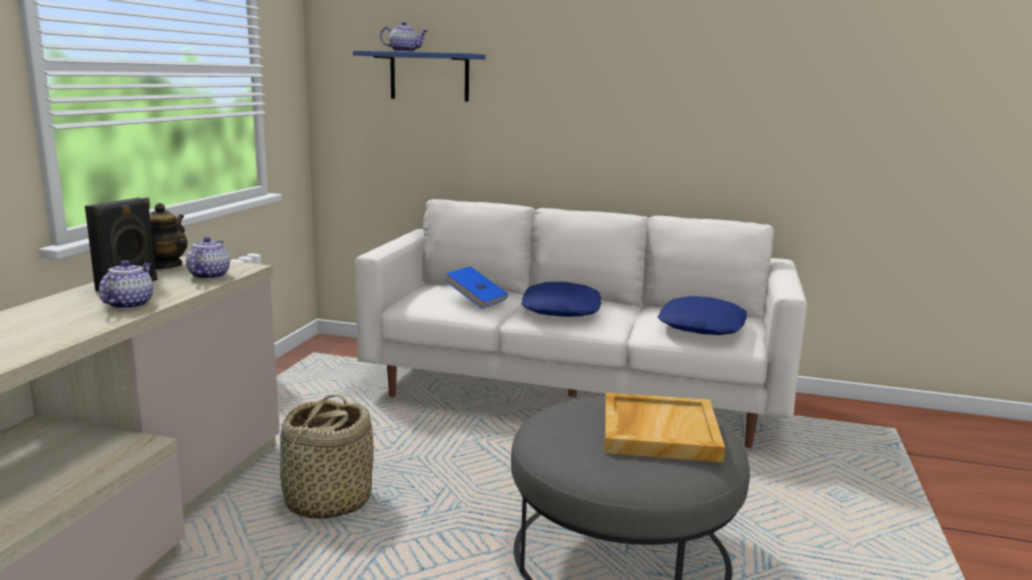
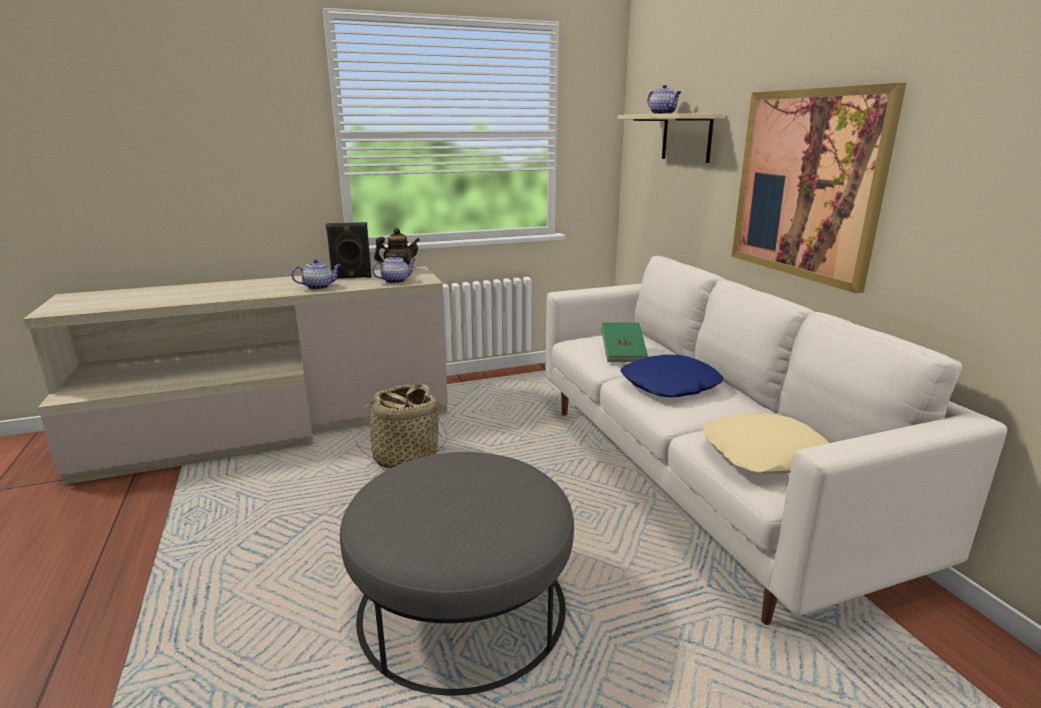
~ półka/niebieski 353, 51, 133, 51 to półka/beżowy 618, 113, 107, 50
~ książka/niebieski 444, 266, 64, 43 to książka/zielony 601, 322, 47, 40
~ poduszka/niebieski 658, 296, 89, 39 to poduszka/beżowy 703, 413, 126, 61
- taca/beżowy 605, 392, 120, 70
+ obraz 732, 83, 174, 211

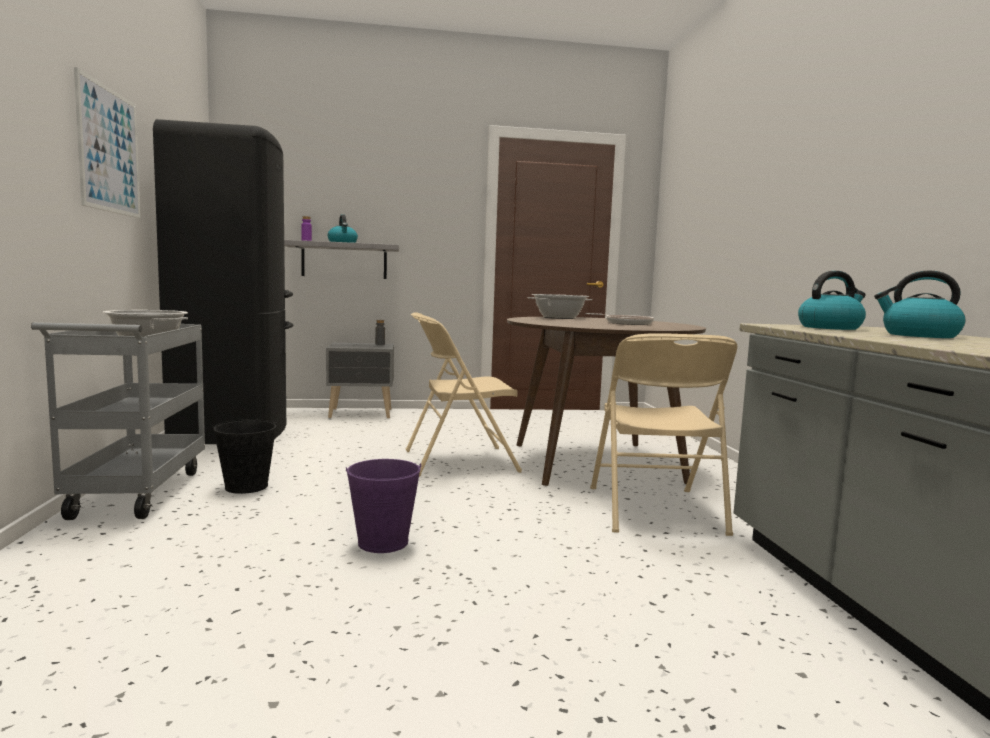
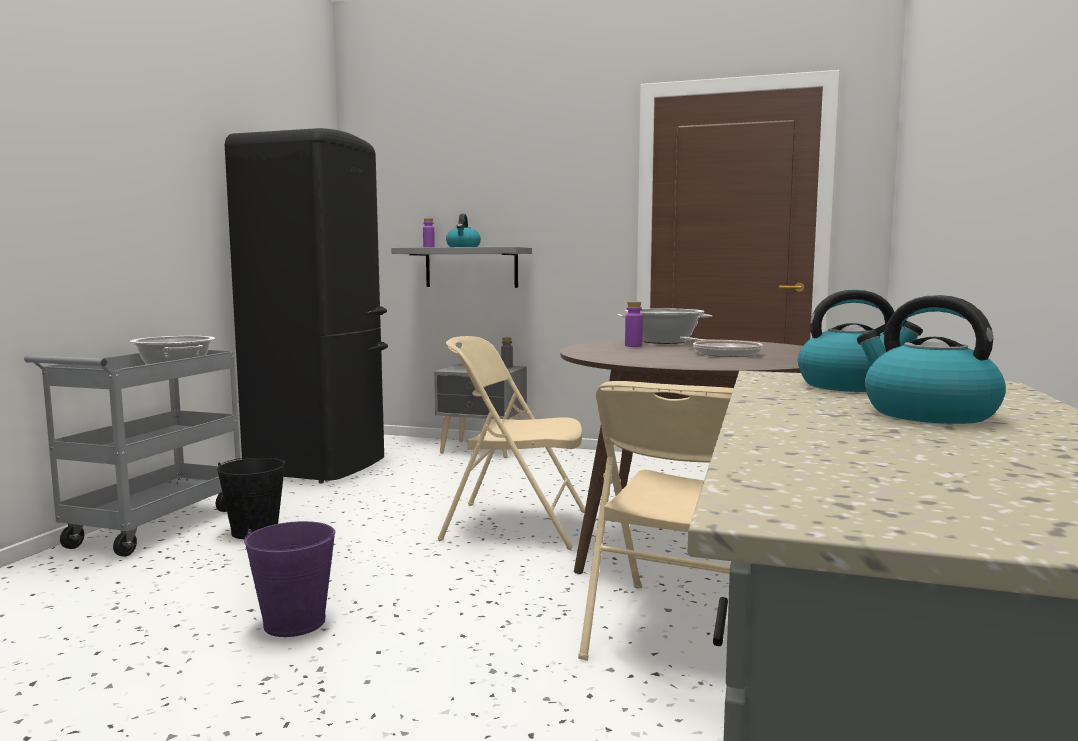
- obraz 74, 67, 66, 151
+ butelka/fioletowy 625, 302, 18, 45

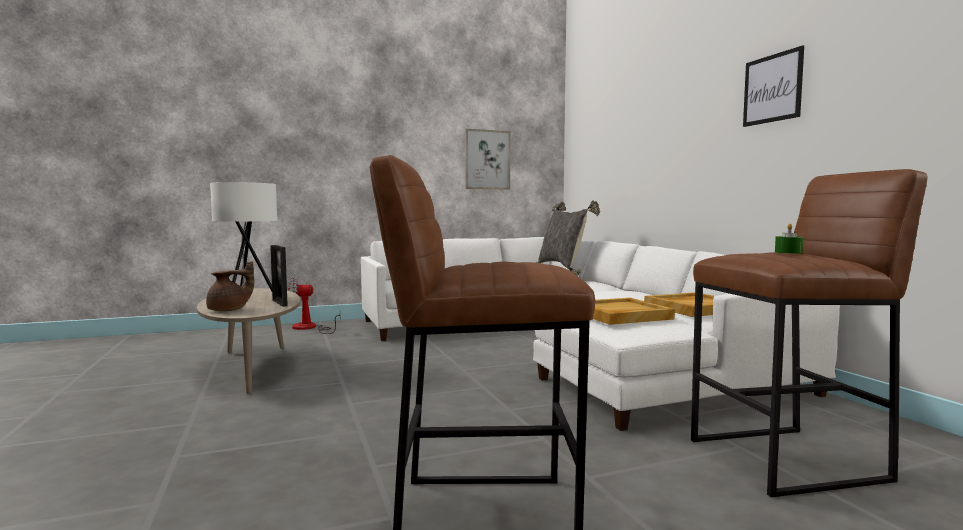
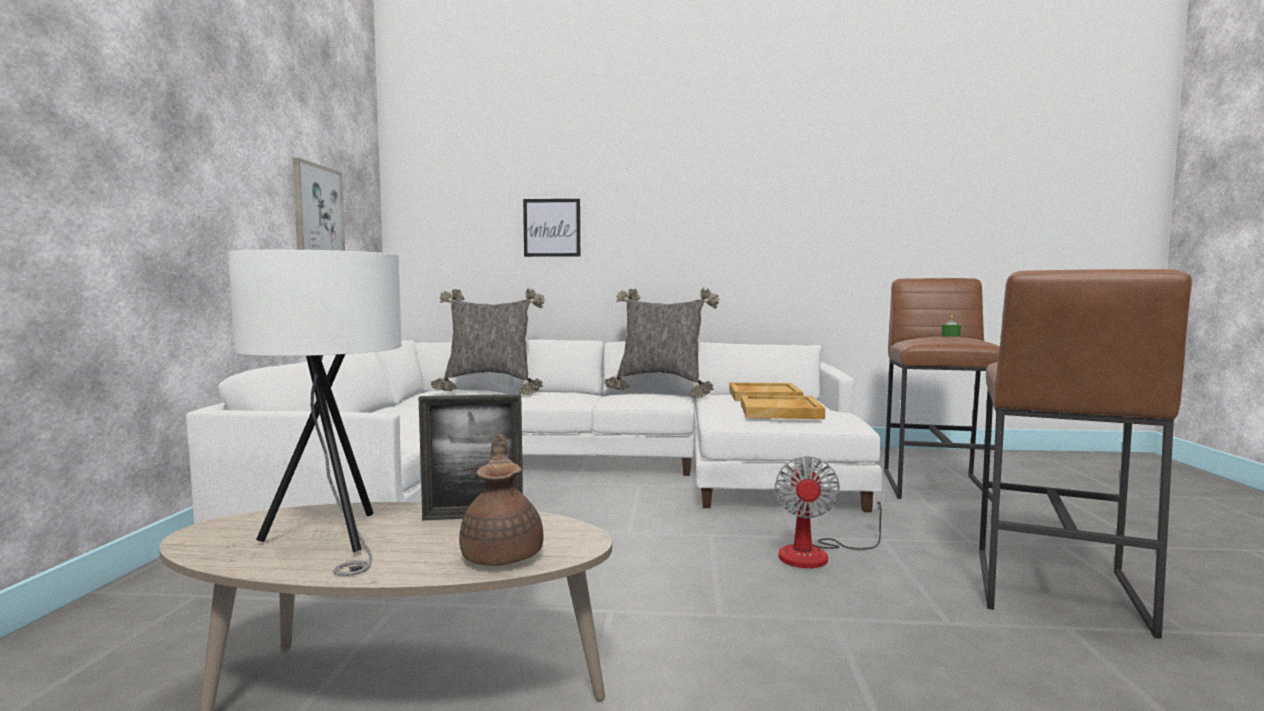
~ obraz 743, 45, 61, 82 to 523, 199, 57, 58
~ wentylator 288, 277, 52, 57 to 775, 456, 110, 112
+ poduszka 604, 288, 116, 111

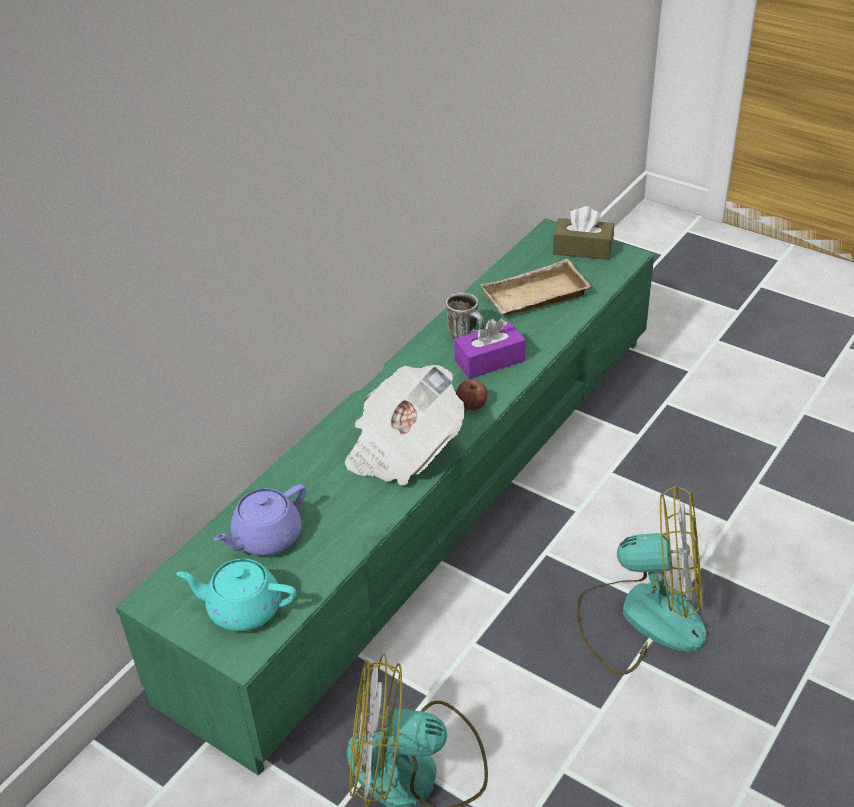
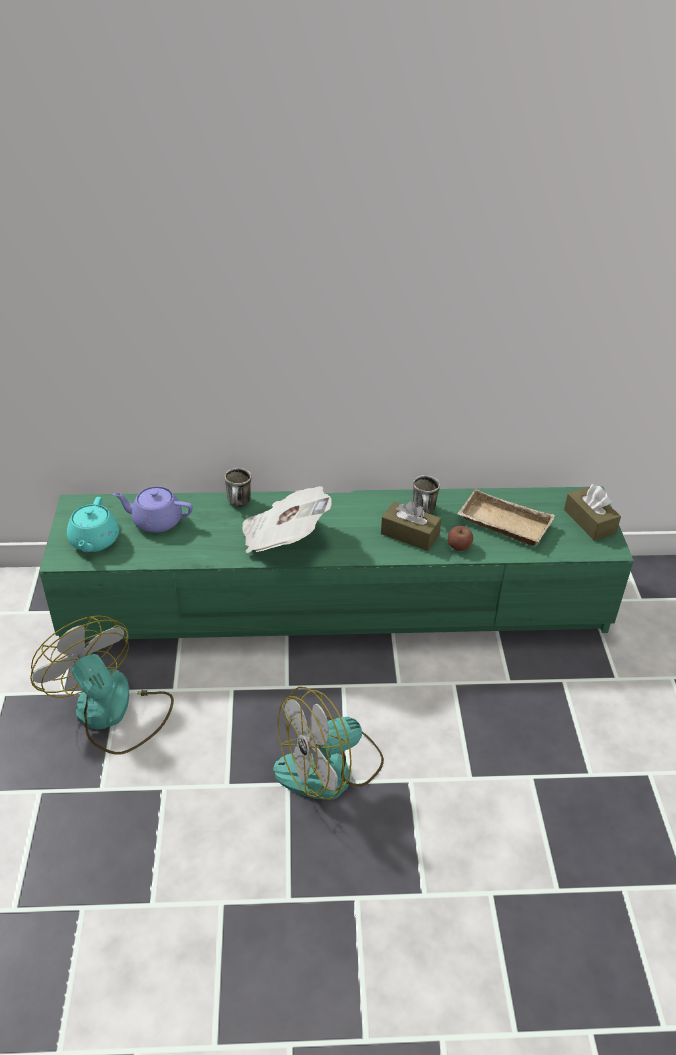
~ pudełko chusteczek/fioletowy 454, 318, 72, 61 to pudełko chusteczek/brązowy 381, 501, 61, 50
~ jabłko 456, 379, 31, 32 to 448, 526, 25, 25
~ wentylator 576, 486, 131, 189 = 273, 687, 111, 113 90 degrees clockwise
~ imbryk/turkusowy 176, 559, 120, 72 = 67, 497, 52, 55 150 degrees counterclockwise
+ kubek 225, 468, 27, 39

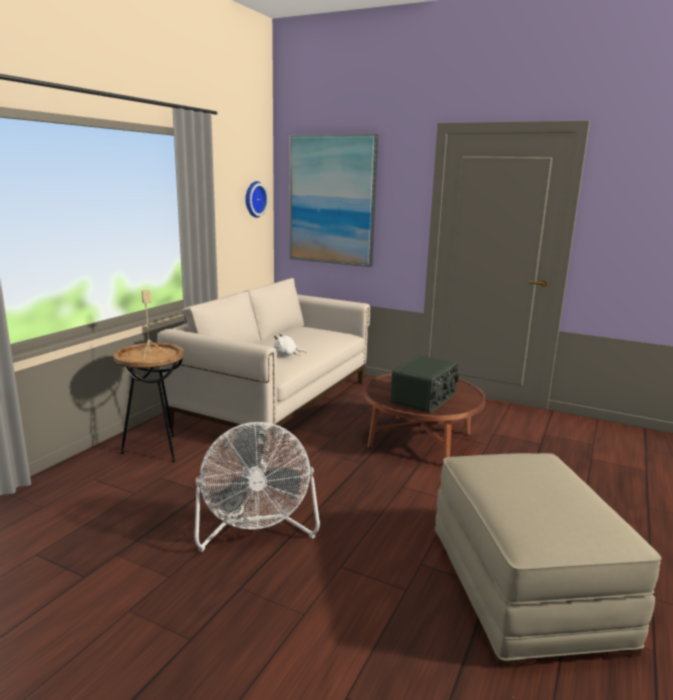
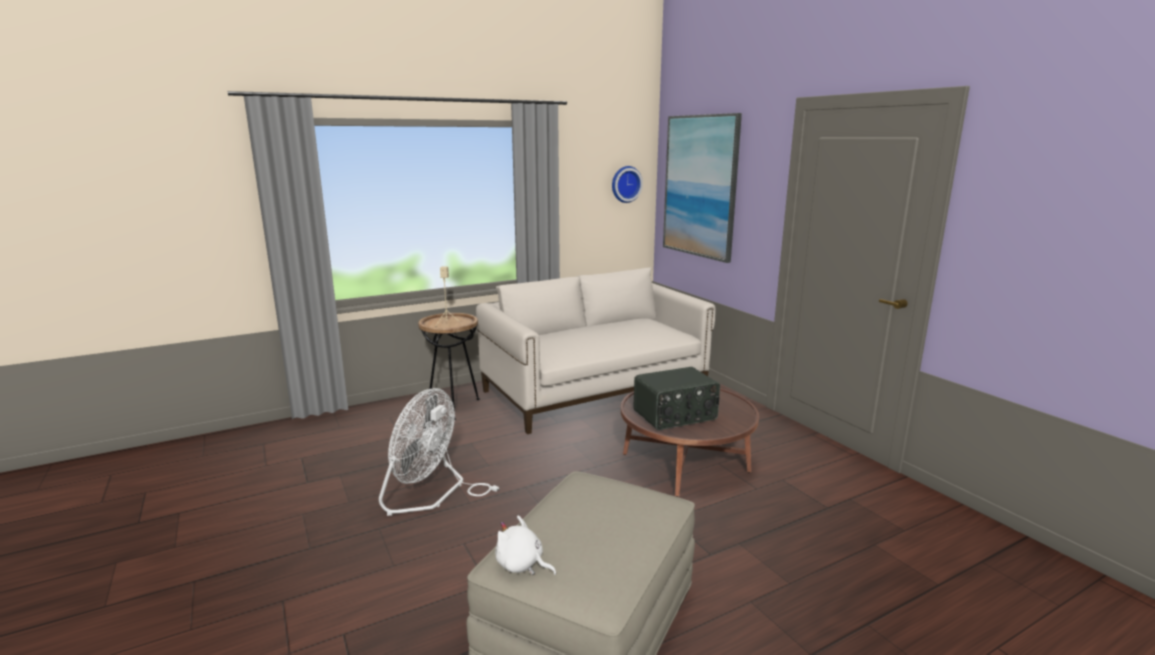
~ pluszak/biały 273, 333, 33, 23 to 495, 515, 61, 60
~ wentylator/biały 194, 422, 126, 130 = 379, 388, 121, 128 90 degrees clockwise

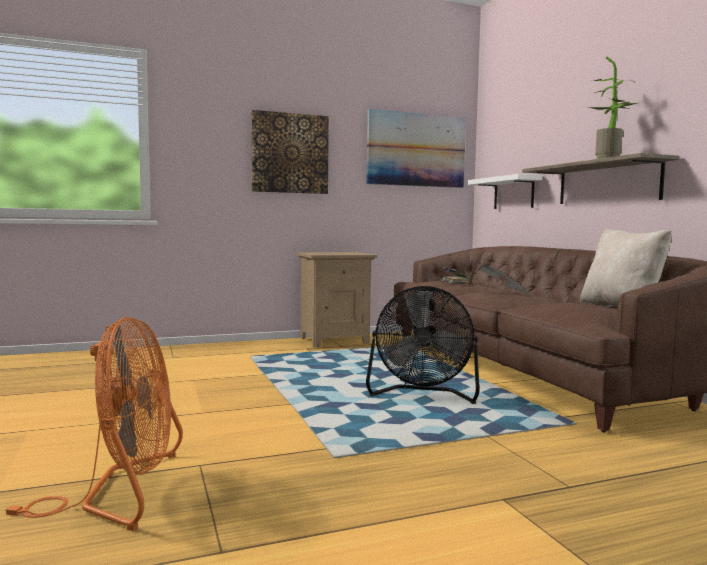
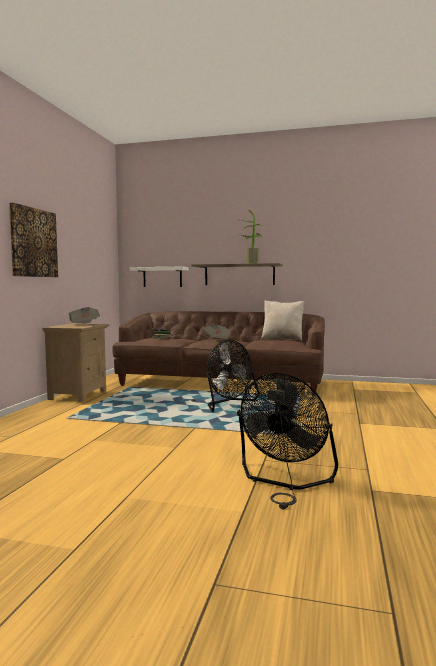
- obraz 366, 109, 100, 79
~ wentylator/pomarańczowy 6, 317, 177, 214 to wentylator/czarny 237, 373, 101, 137
+ gazeta 69, 307, 31, 17

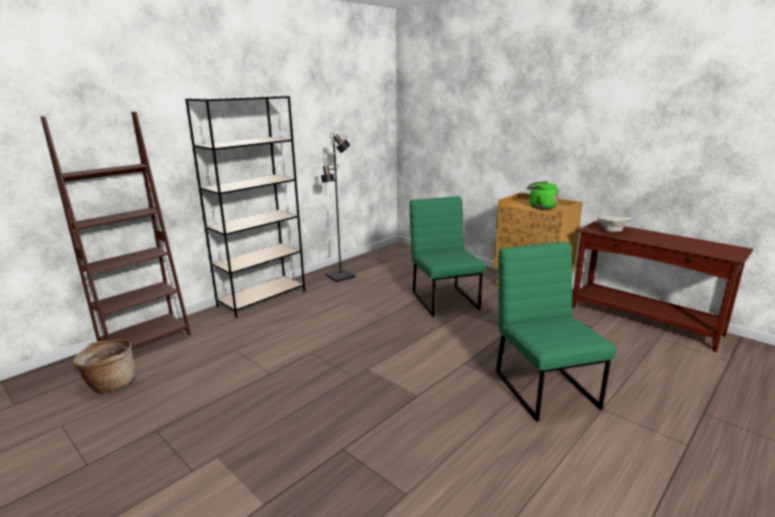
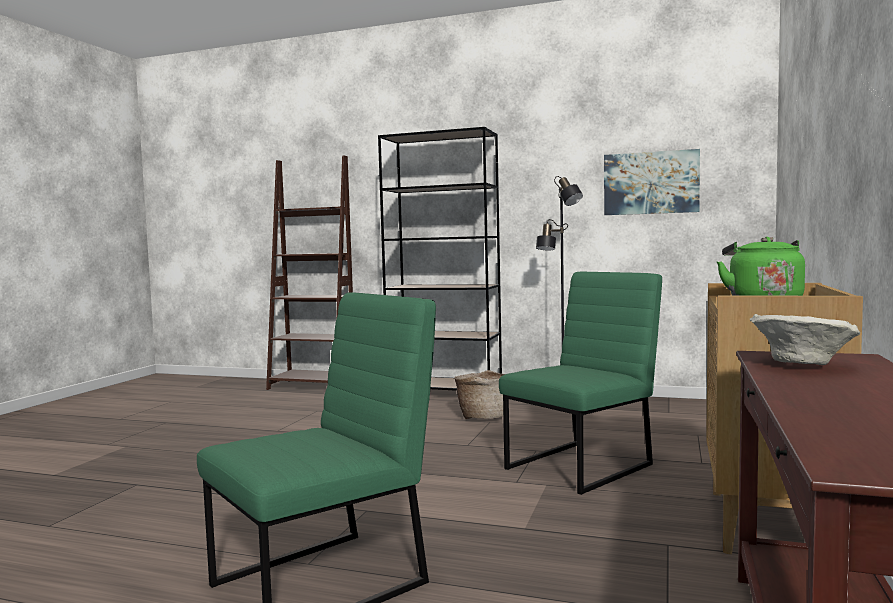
~ koszyk 73, 339, 63, 55 to 454, 370, 51, 49
+ obraz 604, 149, 96, 66

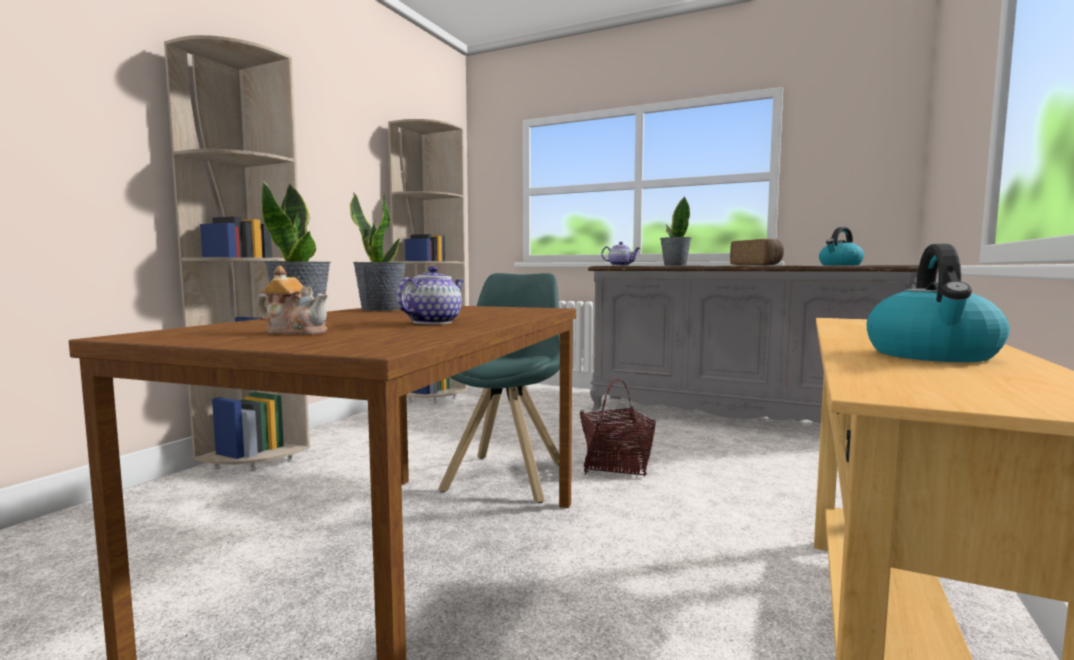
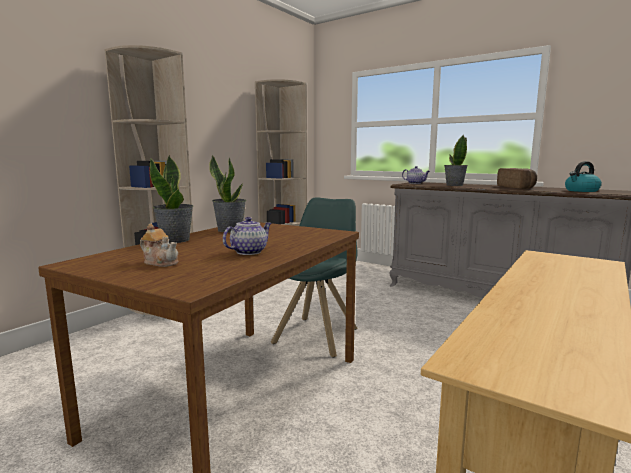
- czajnik 867, 244, 142, 118
- koszyk 580, 379, 76, 97

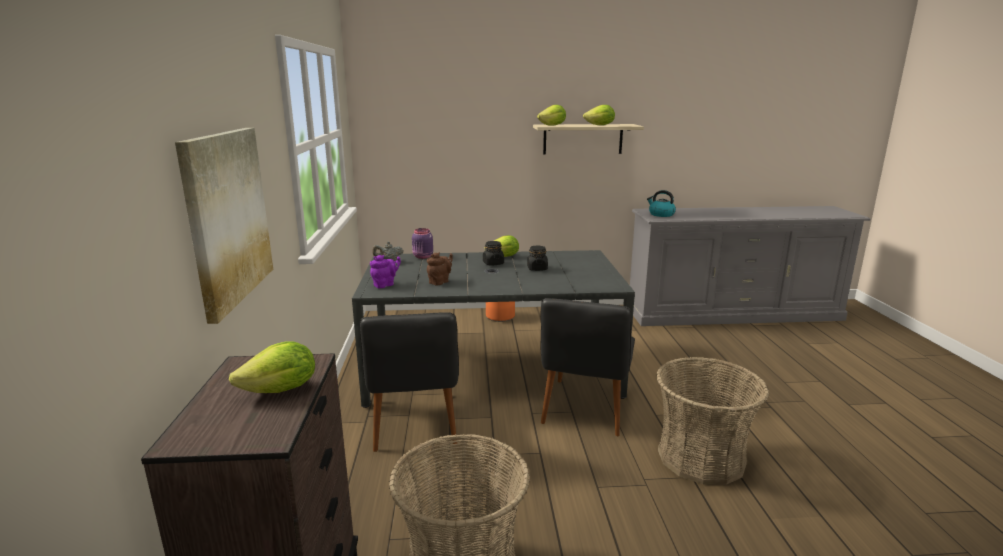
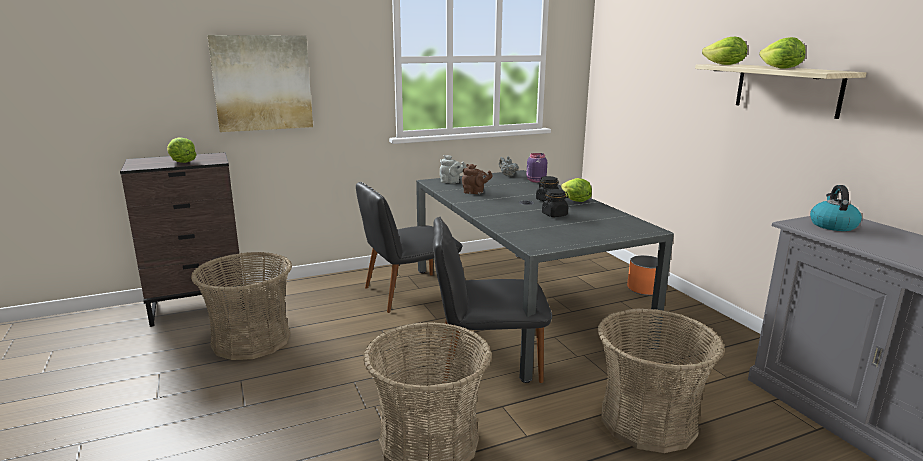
~ imbryk/fioletowy 370, 255, 31, 33 to imbryk/szary 440, 155, 26, 29
+ koszyk 598, 308, 126, 145

